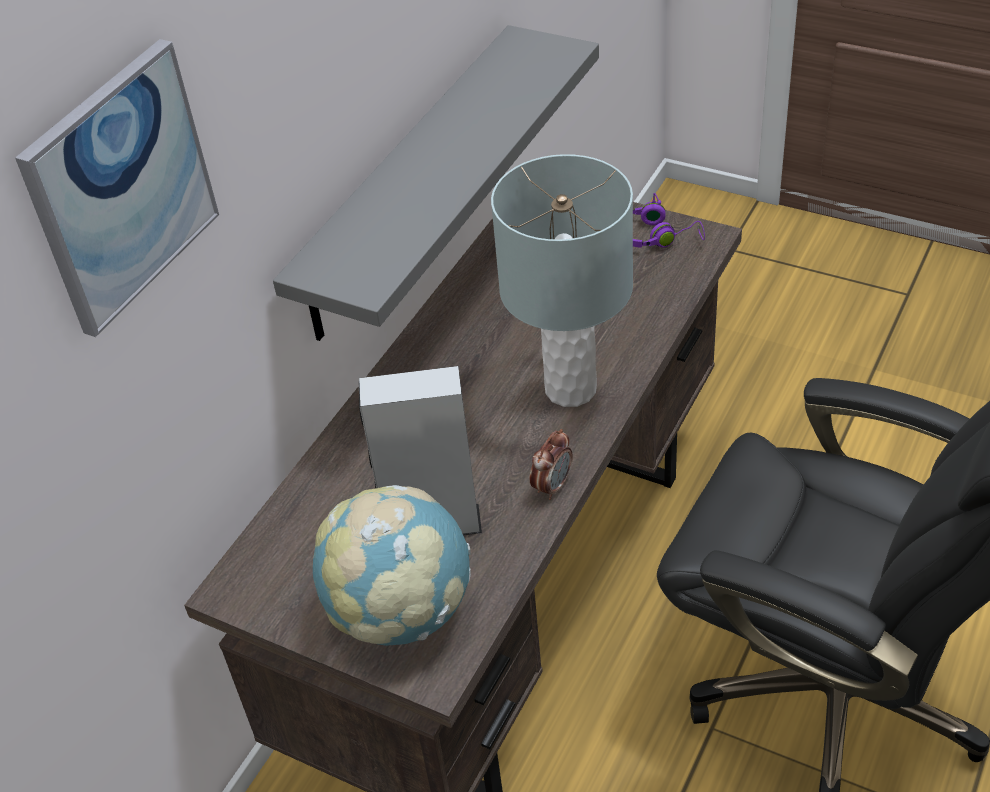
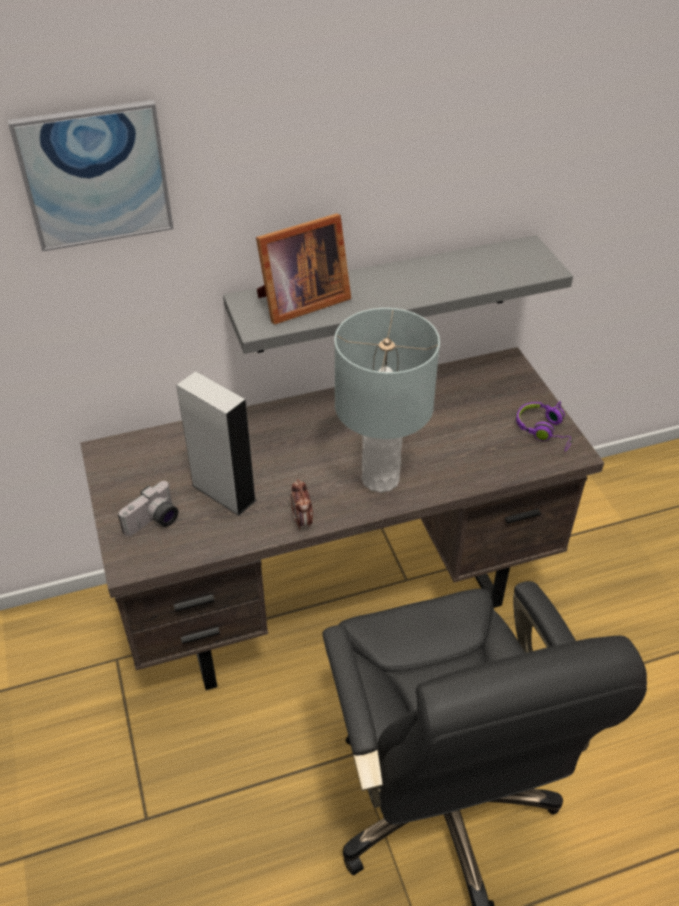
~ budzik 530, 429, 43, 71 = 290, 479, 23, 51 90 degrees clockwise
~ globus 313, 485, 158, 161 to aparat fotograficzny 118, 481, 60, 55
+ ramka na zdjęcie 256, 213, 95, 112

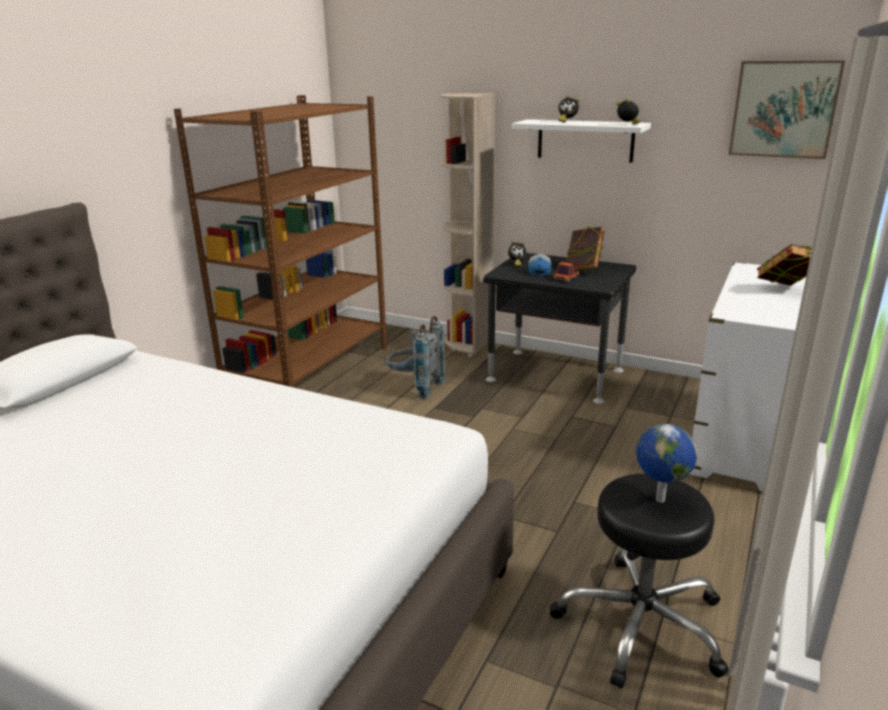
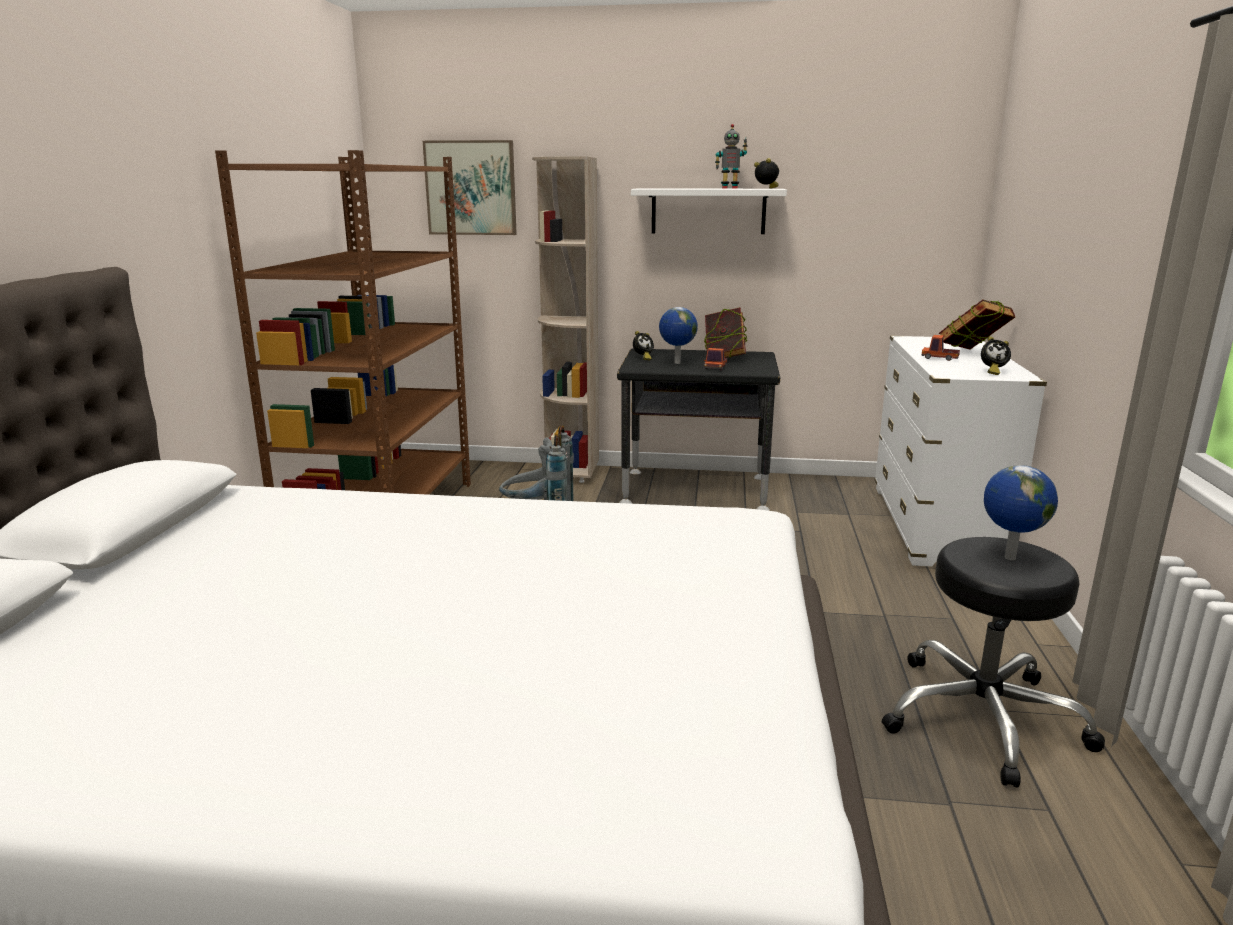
~ obraz 728, 60, 117, 99 to 423, 140, 94, 95
~ budzik 558, 96, 22, 27 to 981, 337, 30, 38
~ czapka z daszkiem 528, 254, 23, 22 to globus 659, 307, 39, 57
+ robot zabawkowy 715, 124, 33, 65
+ ciężarówka zabawkowa 921, 335, 39, 26

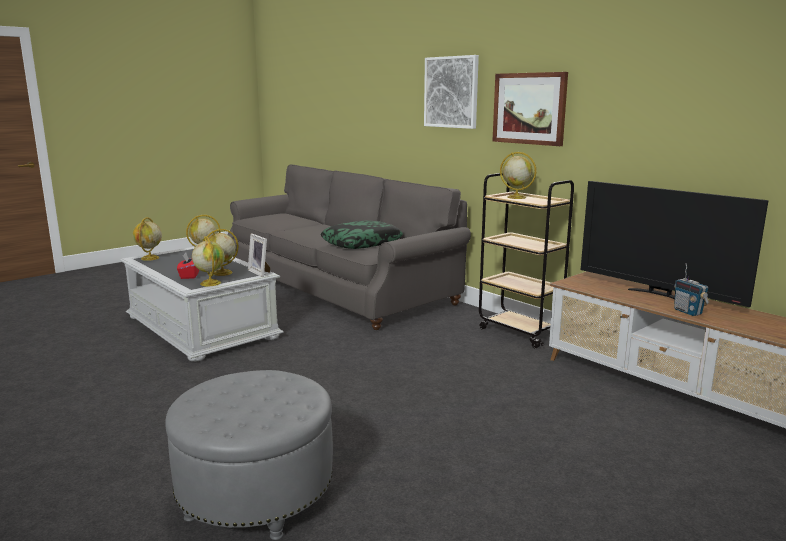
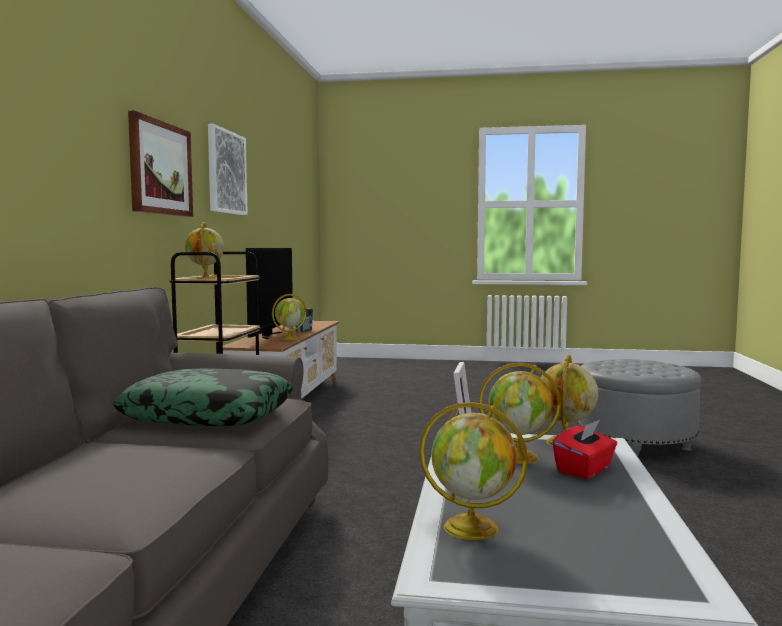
~ obraz 424, 55, 55, 74 to 208, 124, 40, 91
~ globus 133, 217, 29, 44 to 272, 294, 35, 46

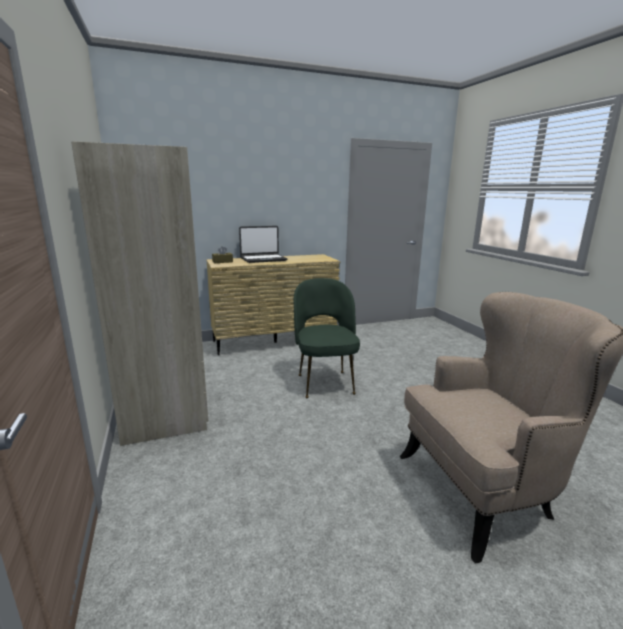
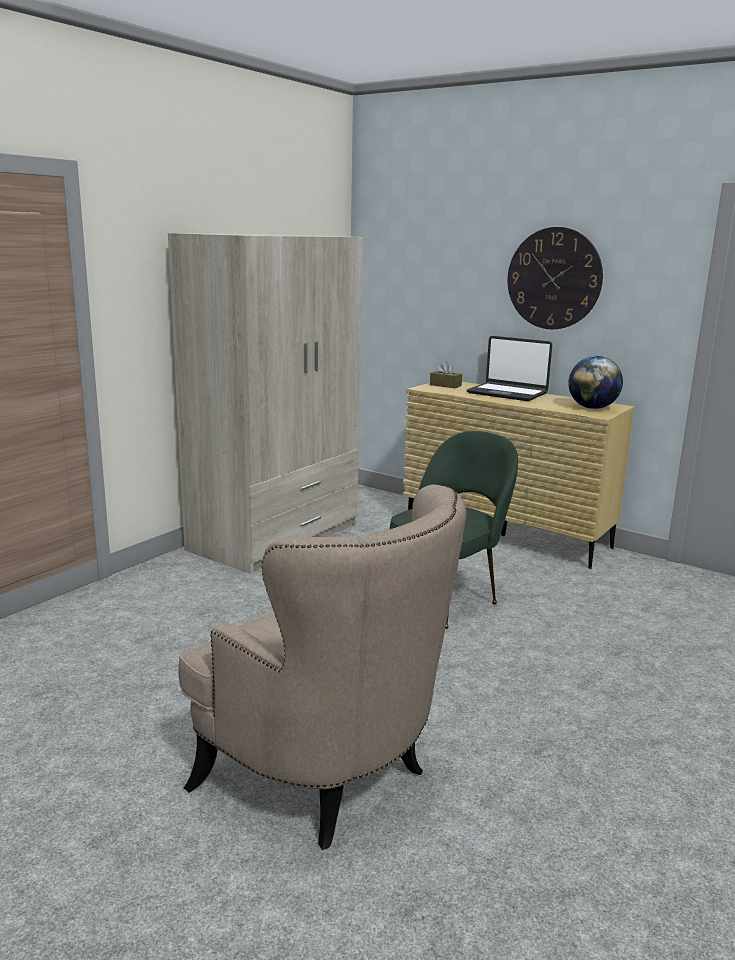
+ zegar ścienny 508, 227, 95, 102
+ globus 568, 356, 55, 53

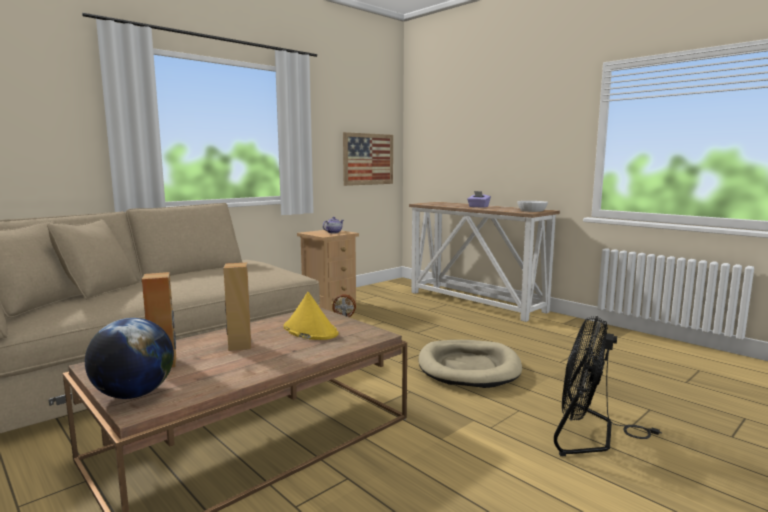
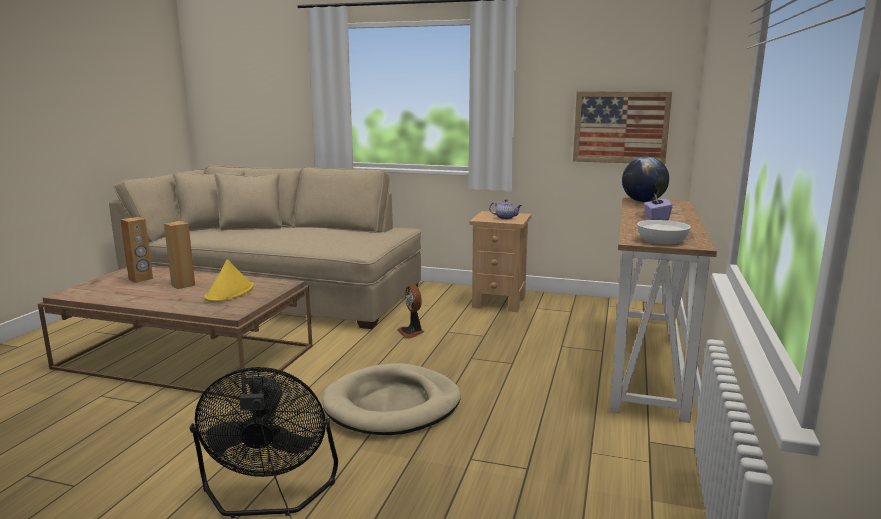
~ globus 85, 318, 89, 81 to 622, 157, 47, 45

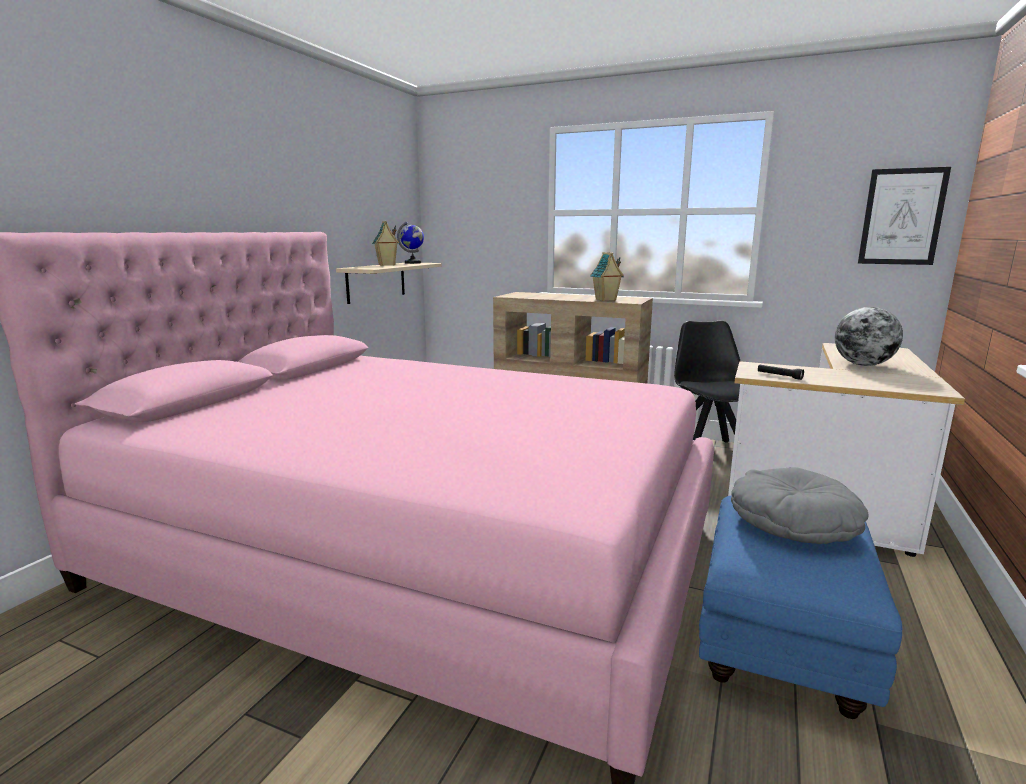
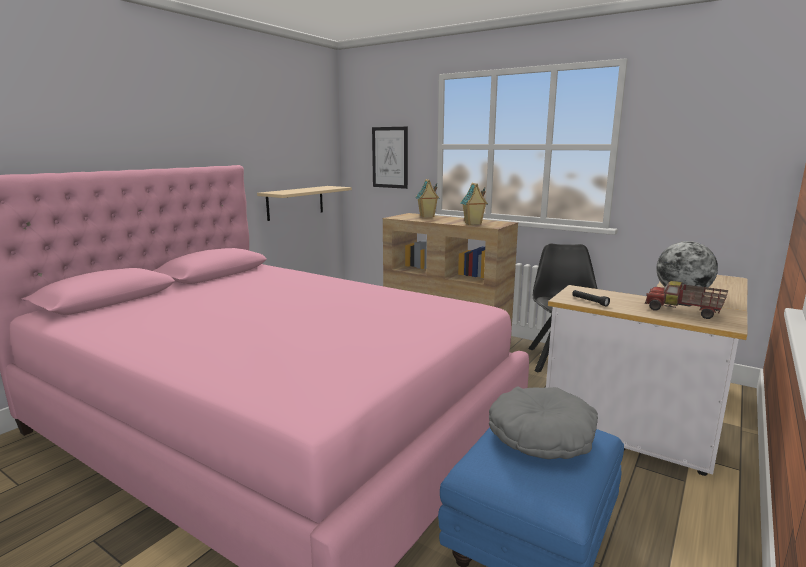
~ obraz 858, 167, 93, 98 to 372, 127, 36, 62
~ domek 372, 221, 28, 45 to 416, 179, 23, 38
- globus 397, 222, 27, 42
+ ciężarówka zabawkowa 645, 281, 83, 38

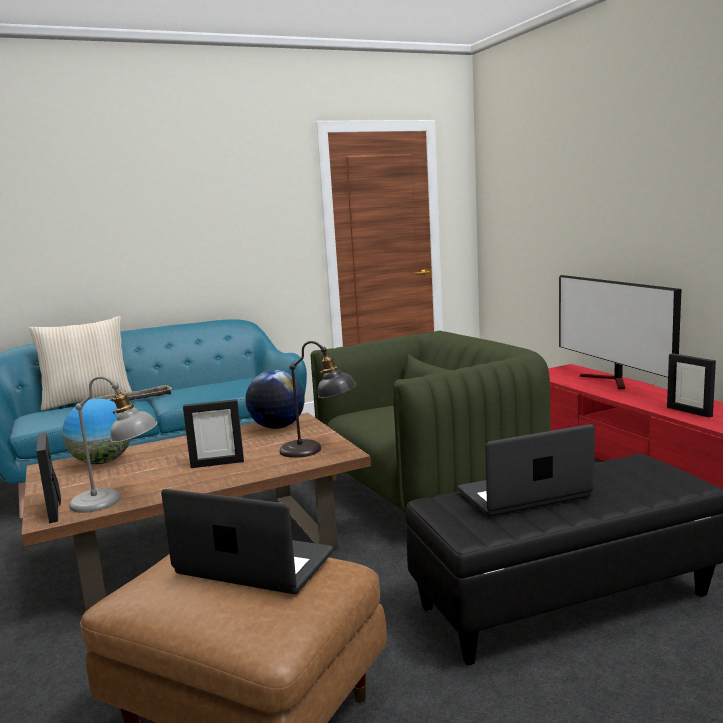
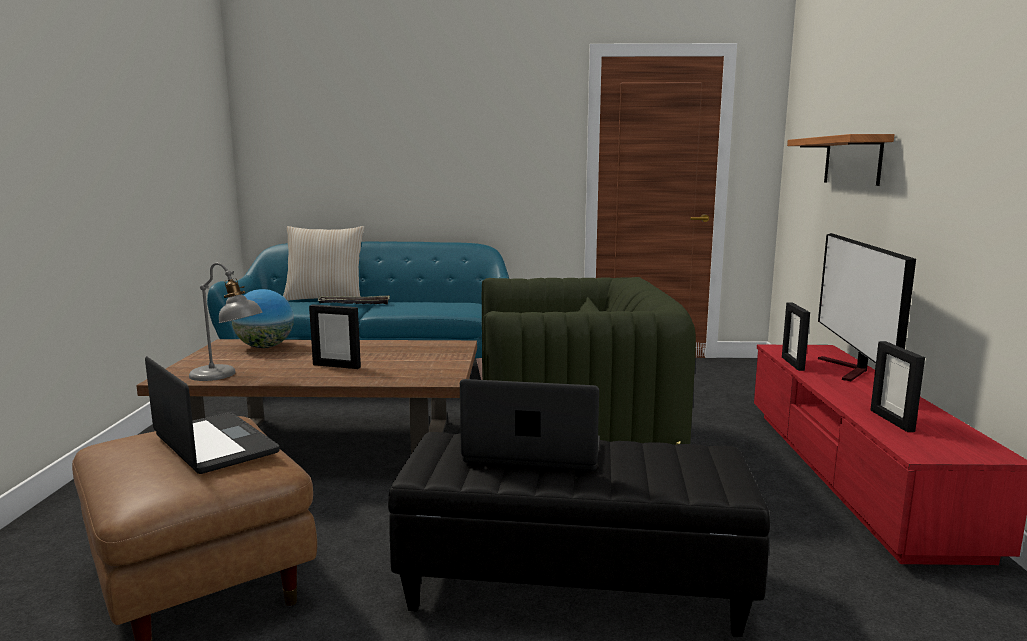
- lampa stołowa/szary 280, 341, 76, 117
- globus 245, 370, 60, 59
~ ramka na zdjęcie 36, 432, 25, 91 to 782, 303, 28, 68
+ półka 787, 134, 108, 52

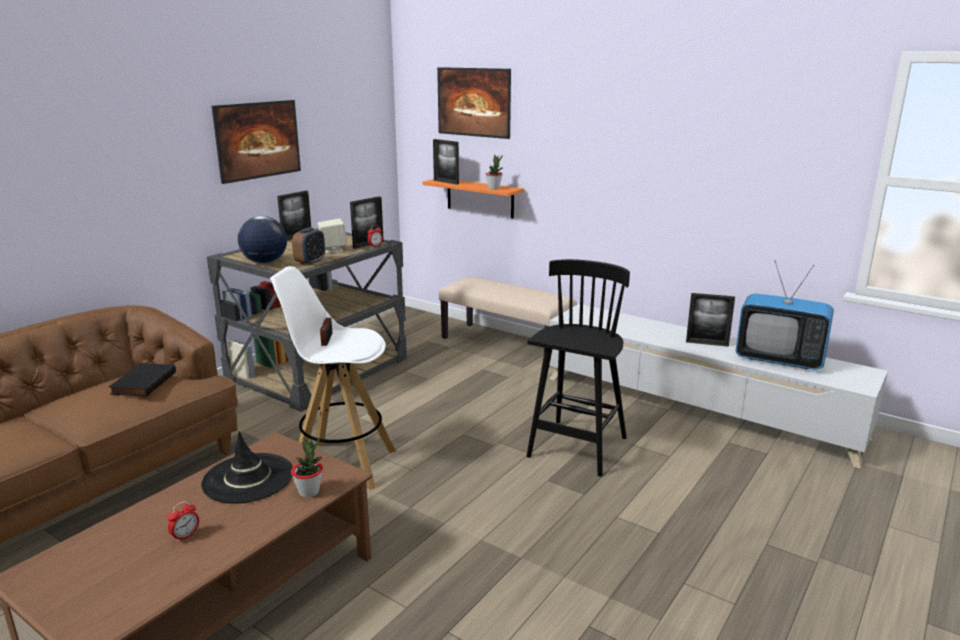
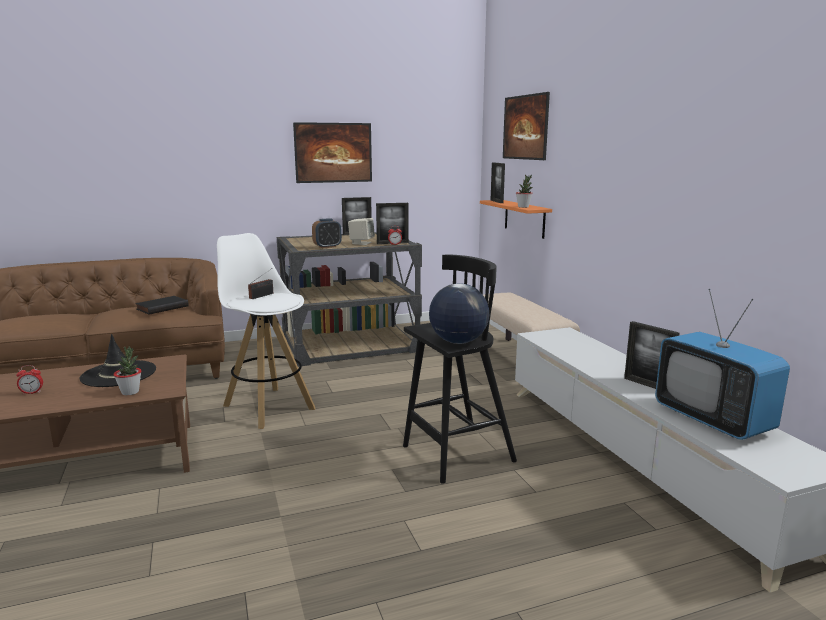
~ globus 238, 216, 49, 47 to 429, 283, 60, 61

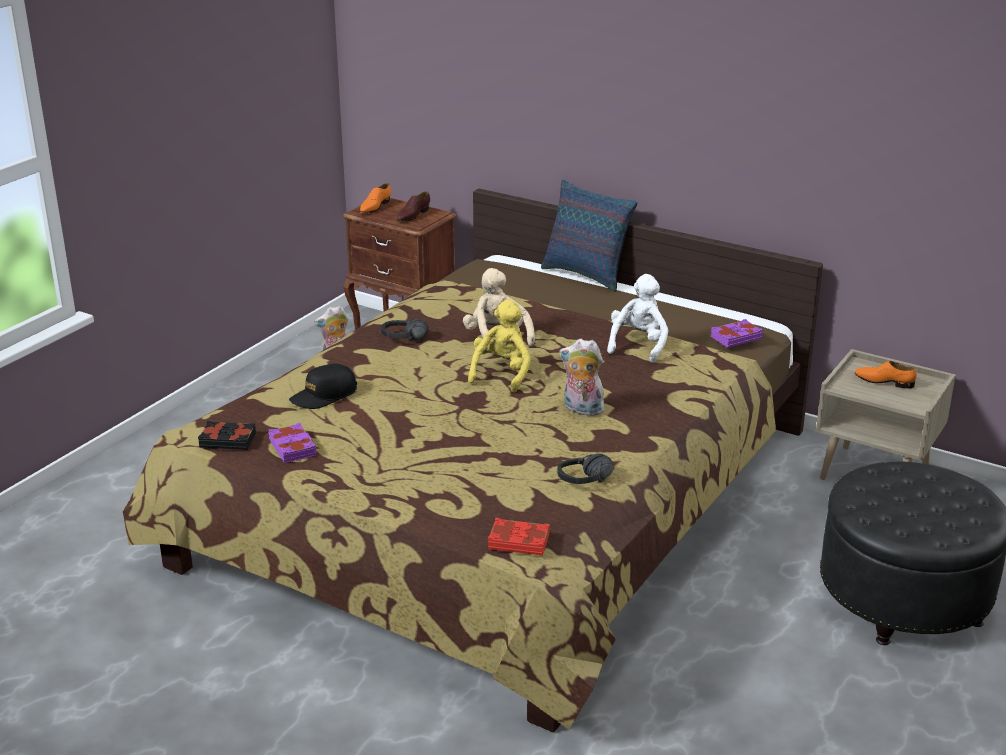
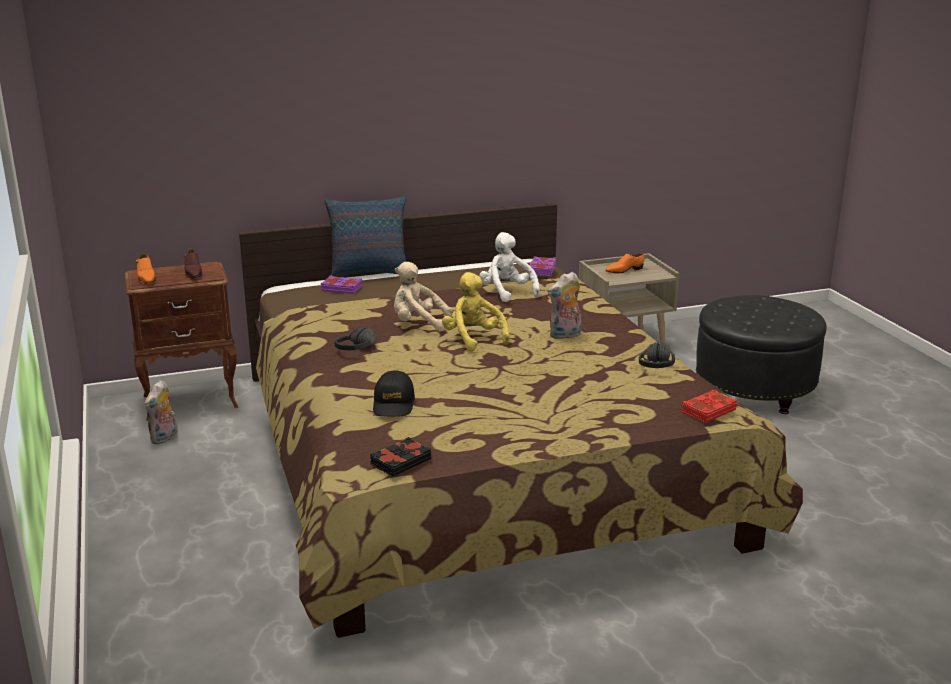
~ książka/fioletowy 269, 423, 48, 40 to 321, 275, 41, 19

